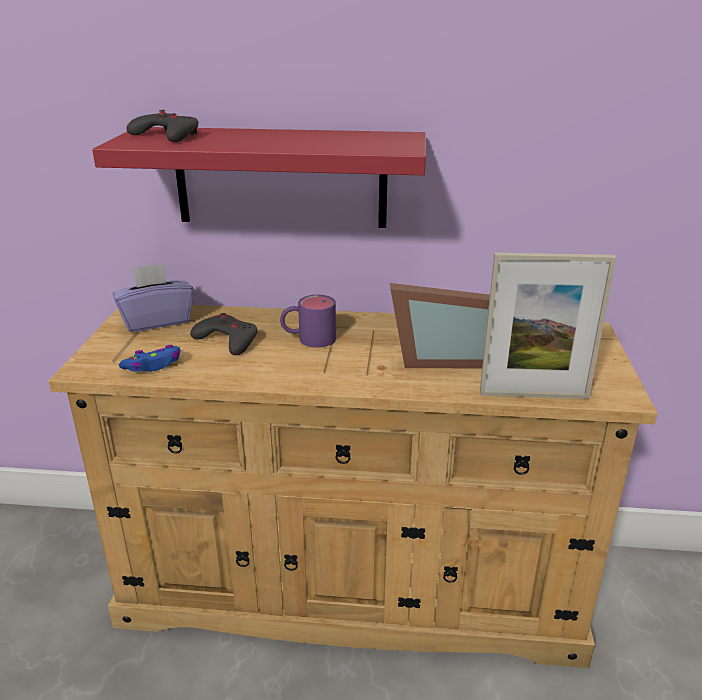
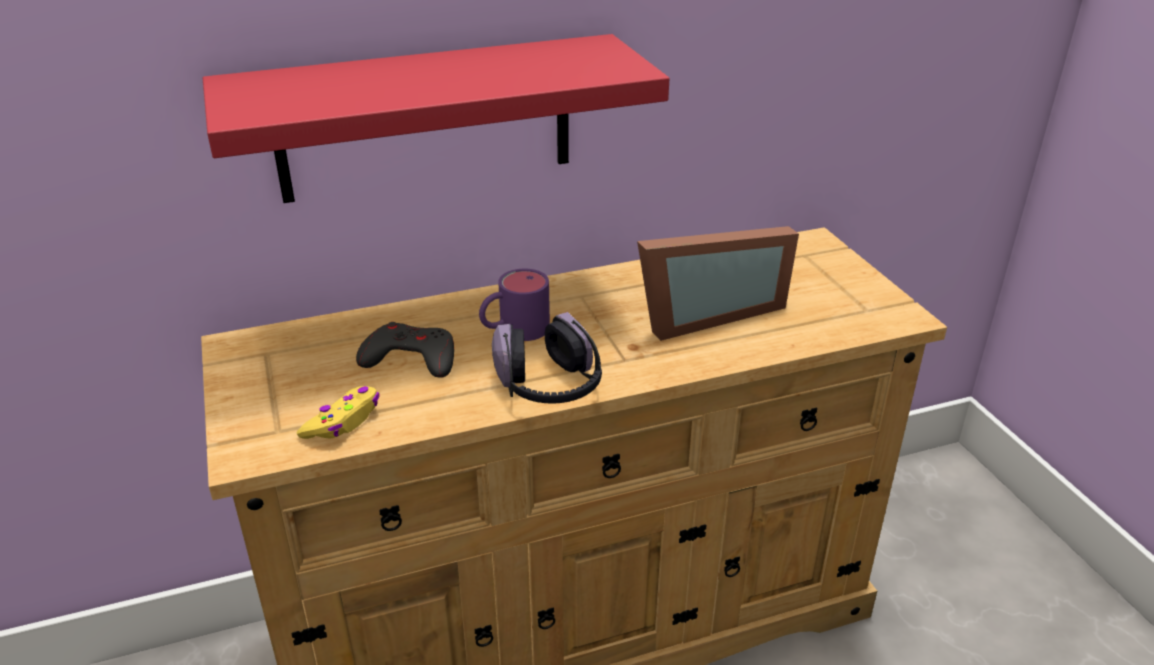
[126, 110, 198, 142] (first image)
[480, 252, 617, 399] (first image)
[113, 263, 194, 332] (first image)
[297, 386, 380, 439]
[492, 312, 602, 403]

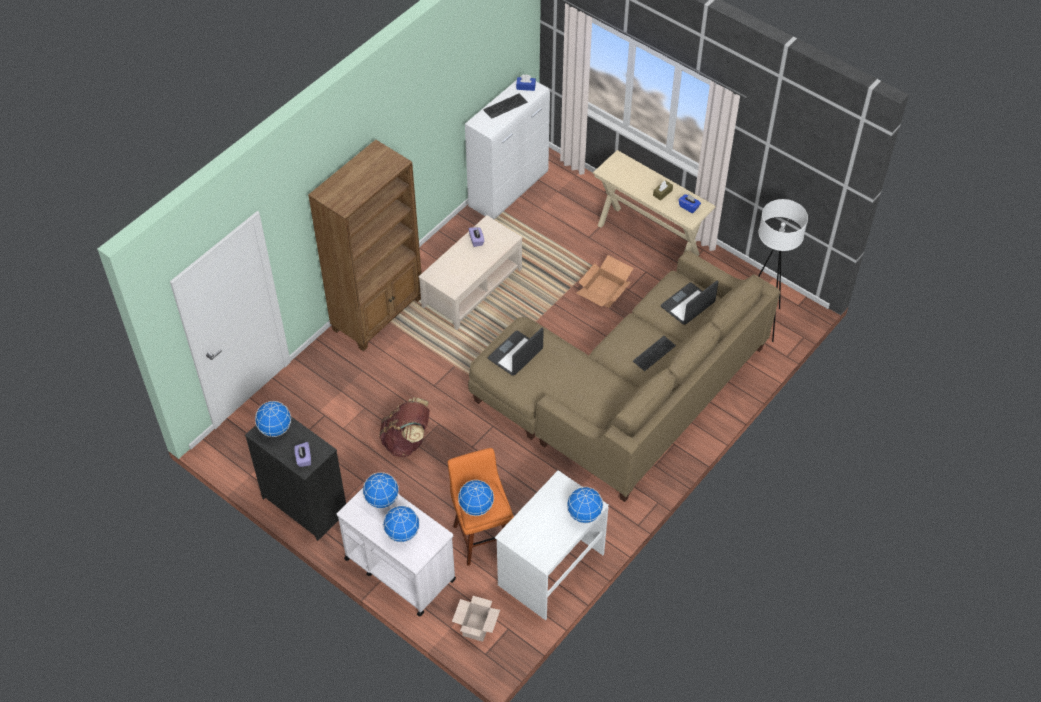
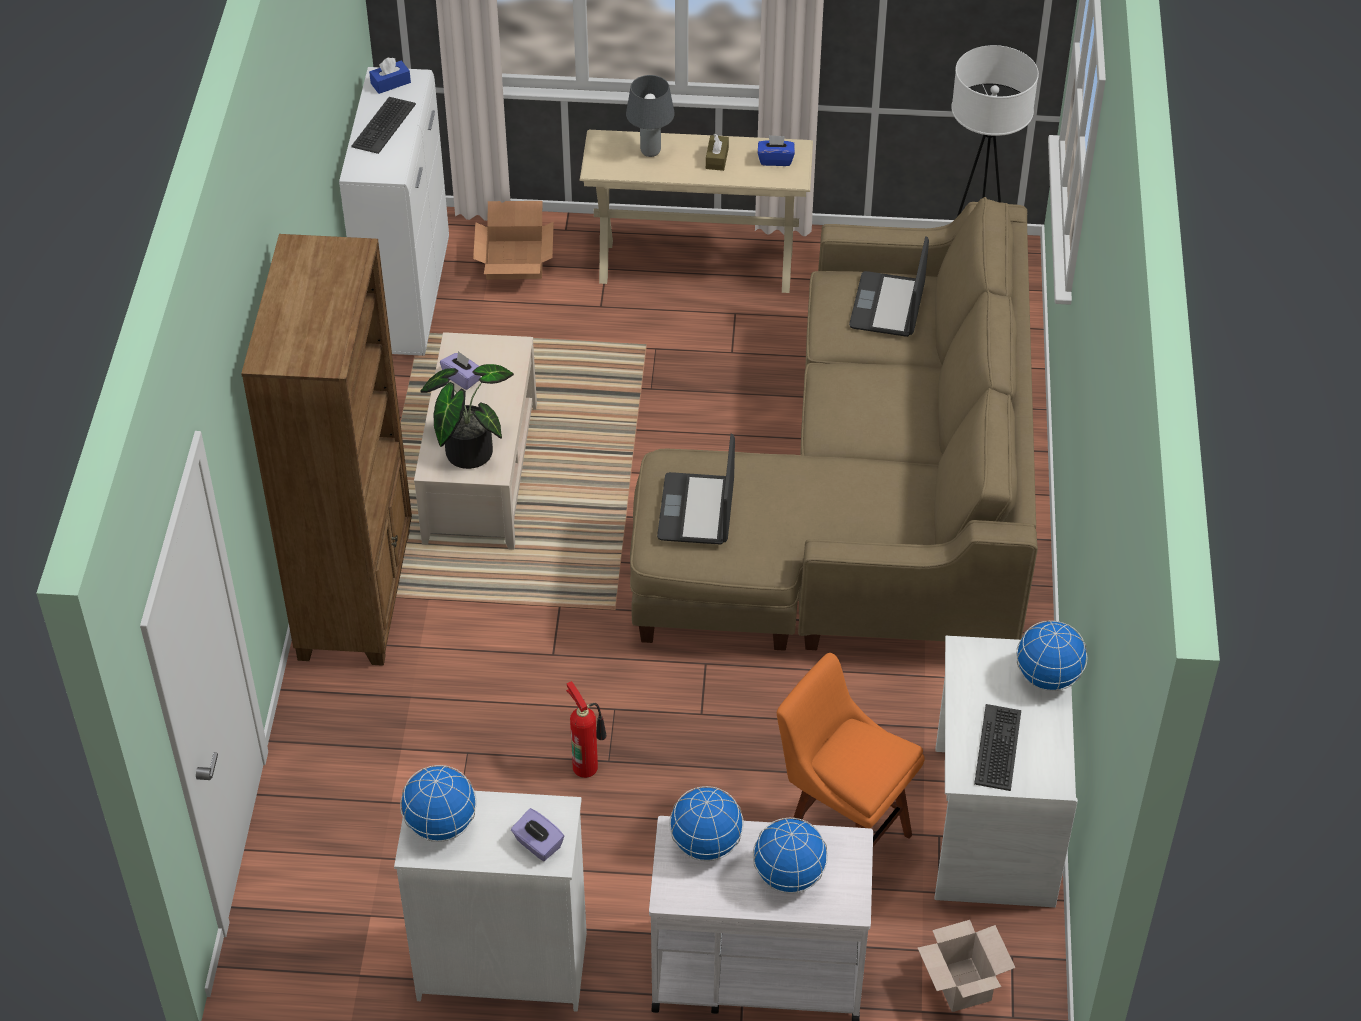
[473, 201, 554, 279]
[974, 704, 1021, 791]
[566, 681, 607, 778]
[394, 791, 587, 1012]
[458, 480, 494, 516] (first image)
[626, 75, 675, 157]
[420, 364, 514, 469]

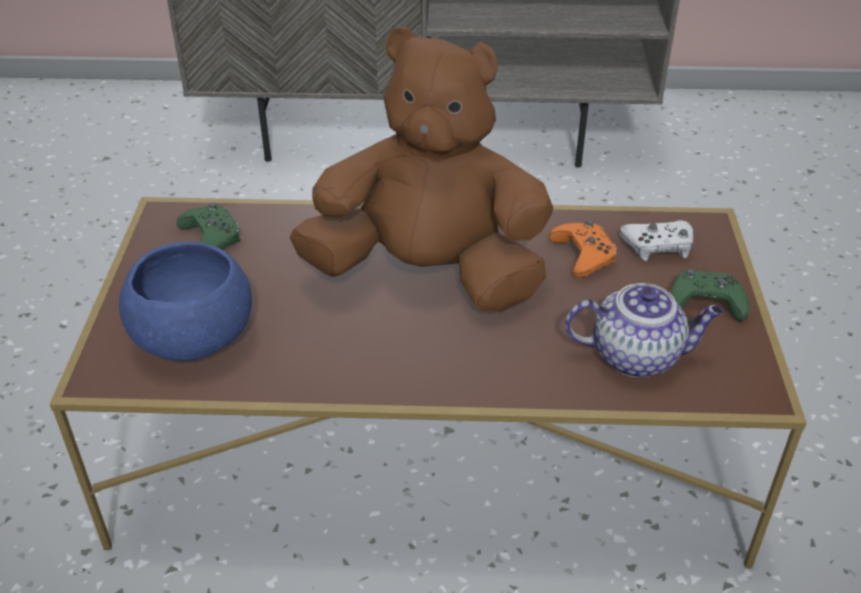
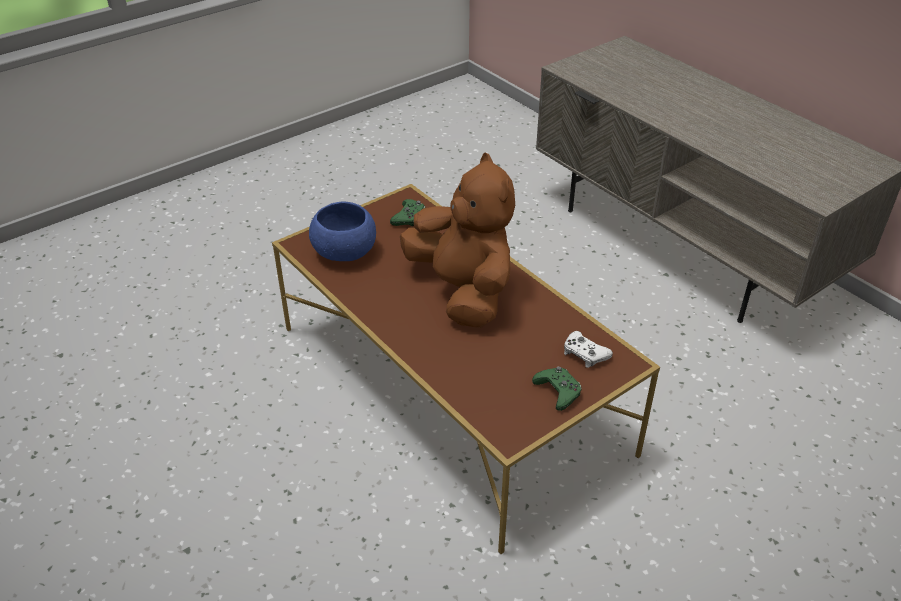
[549, 220, 616, 278] (first image)
[565, 283, 723, 378] (first image)

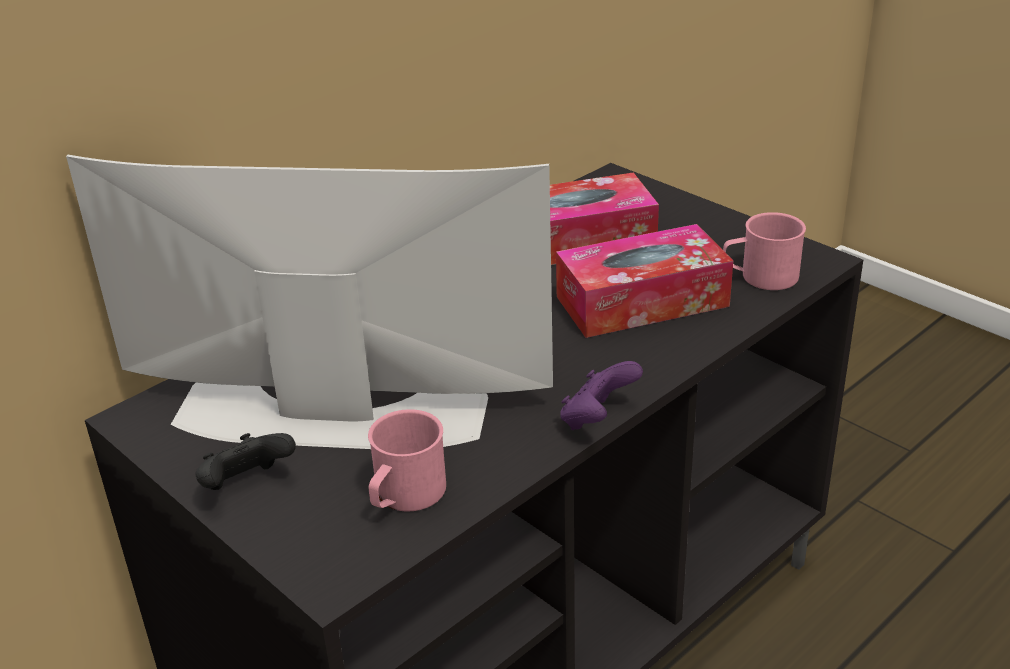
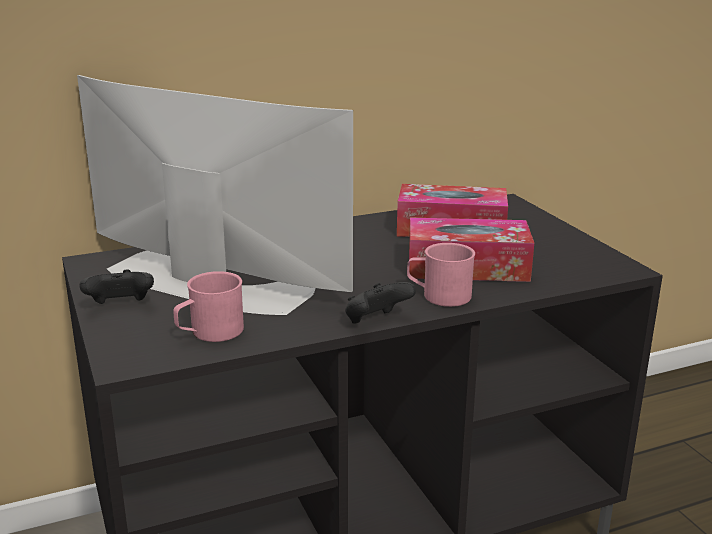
[407, 243, 475, 307]
[345, 282, 416, 324]

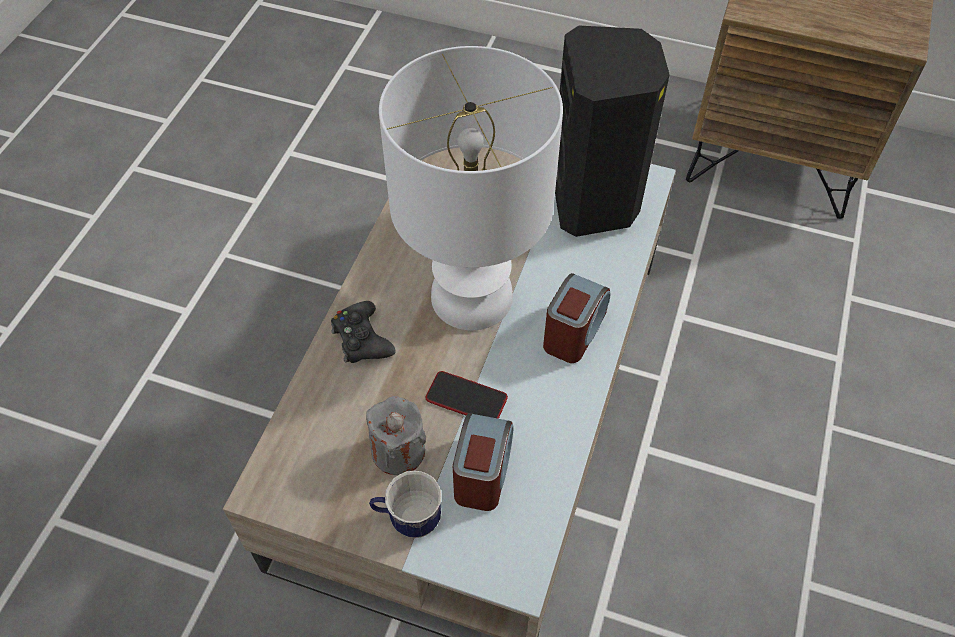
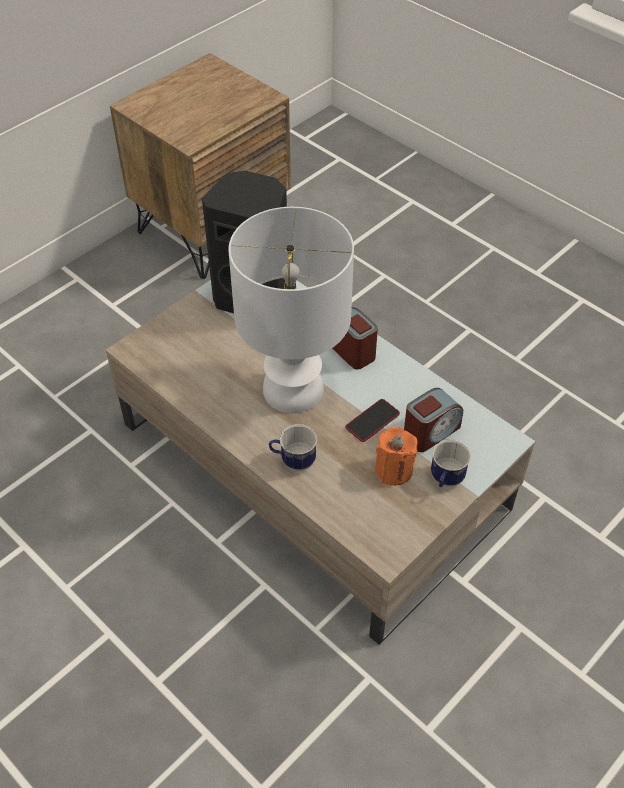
[269, 424, 317, 471]
[375, 426, 417, 486]
[404, 388, 463, 452]

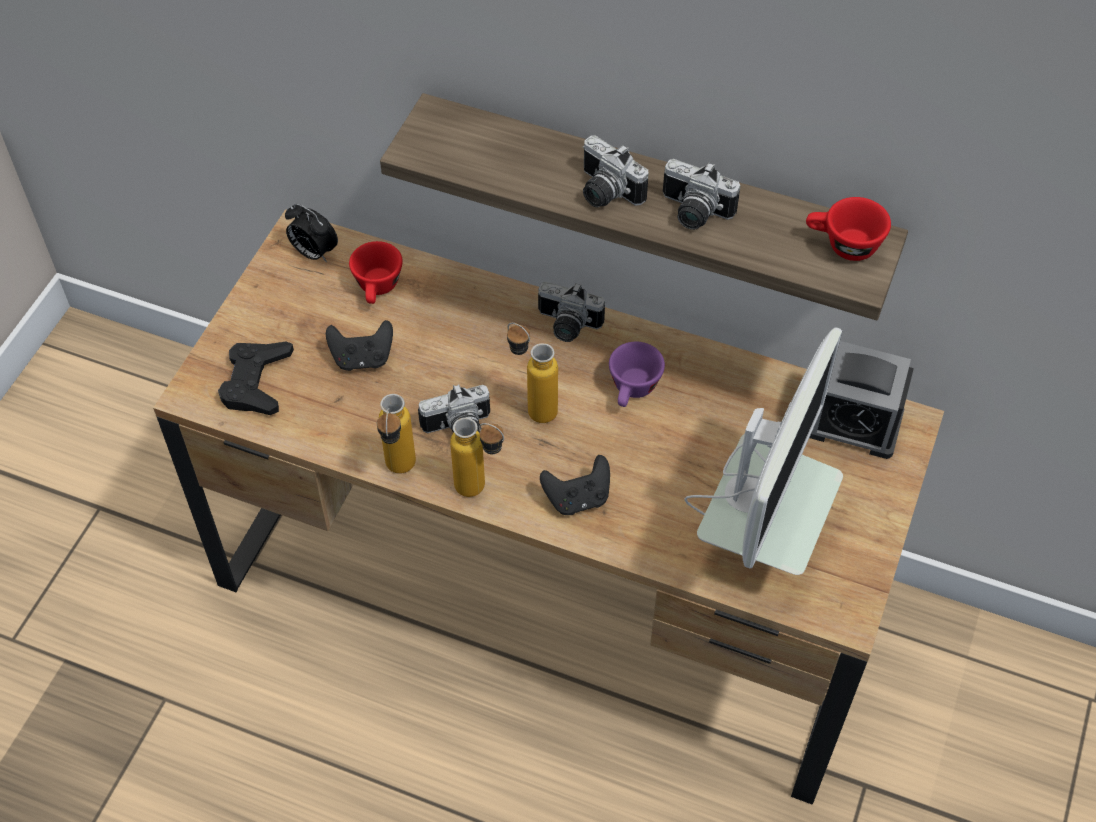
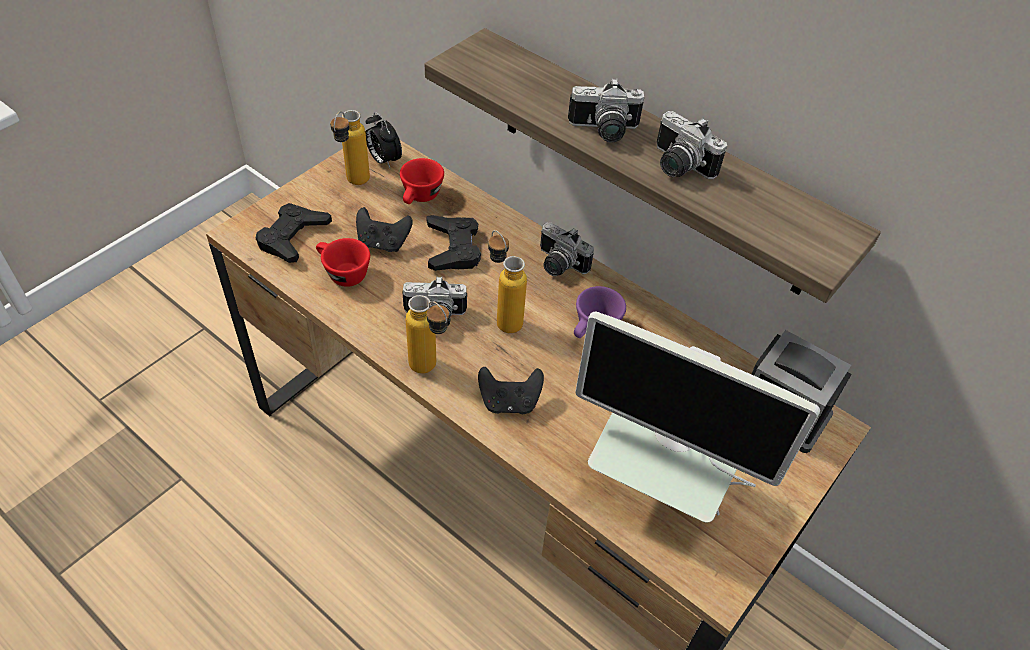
[568, 78, 644, 142]
[316, 238, 370, 287]
[575, 312, 820, 522]
[330, 110, 370, 185]
[426, 215, 481, 271]

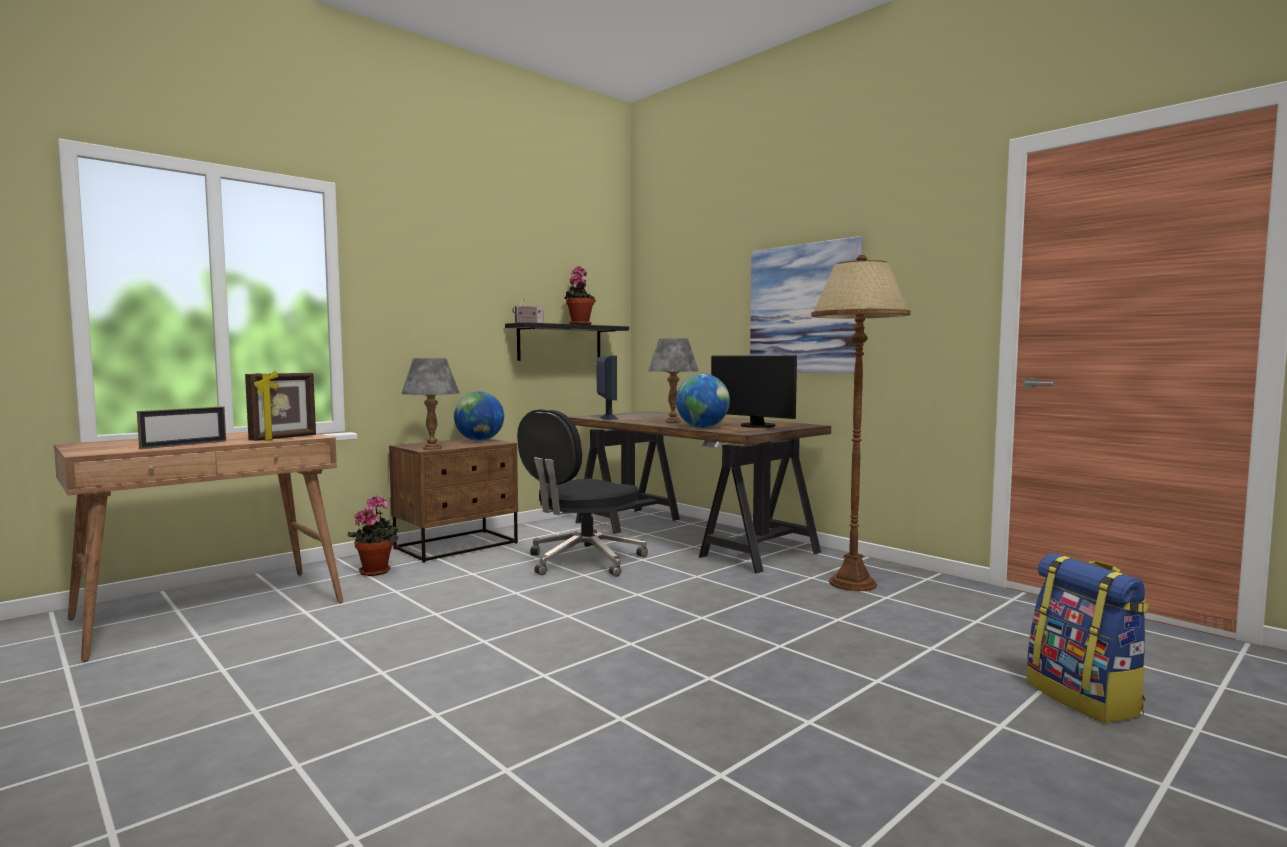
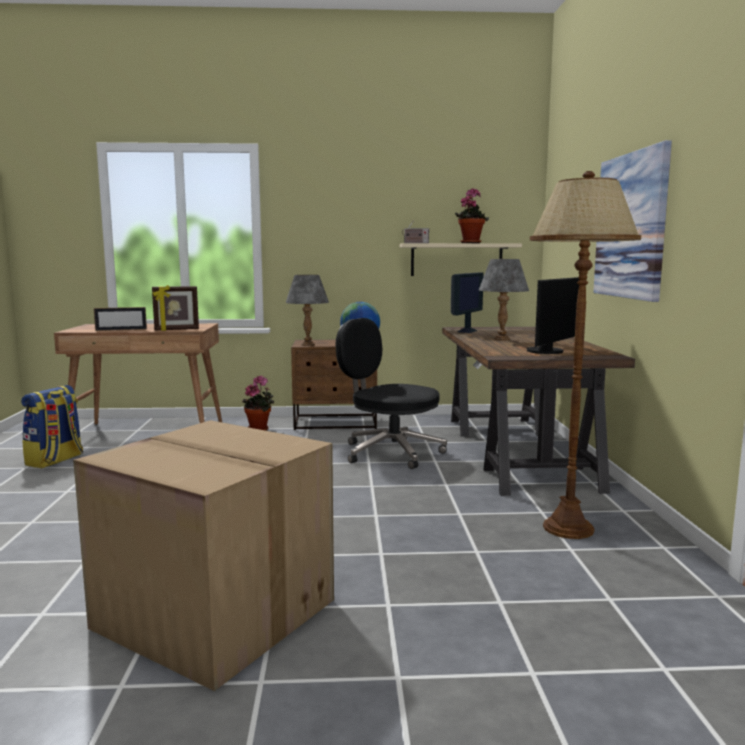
[399, 243, 522, 276]
[526, 277, 579, 354]
[676, 374, 730, 428] (first image)
[335, 318, 447, 469]
[21, 385, 83, 468]
[73, 420, 334, 691]

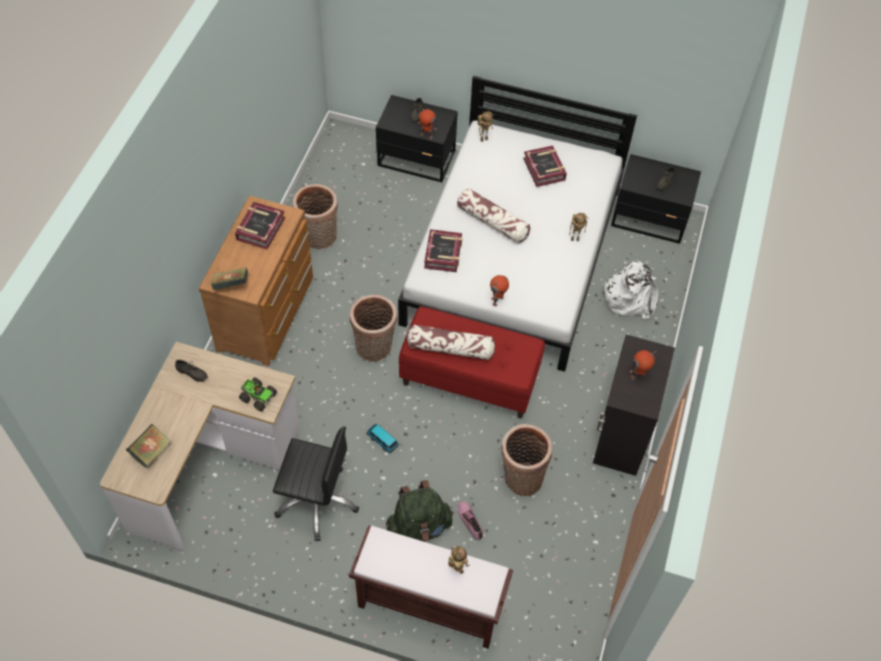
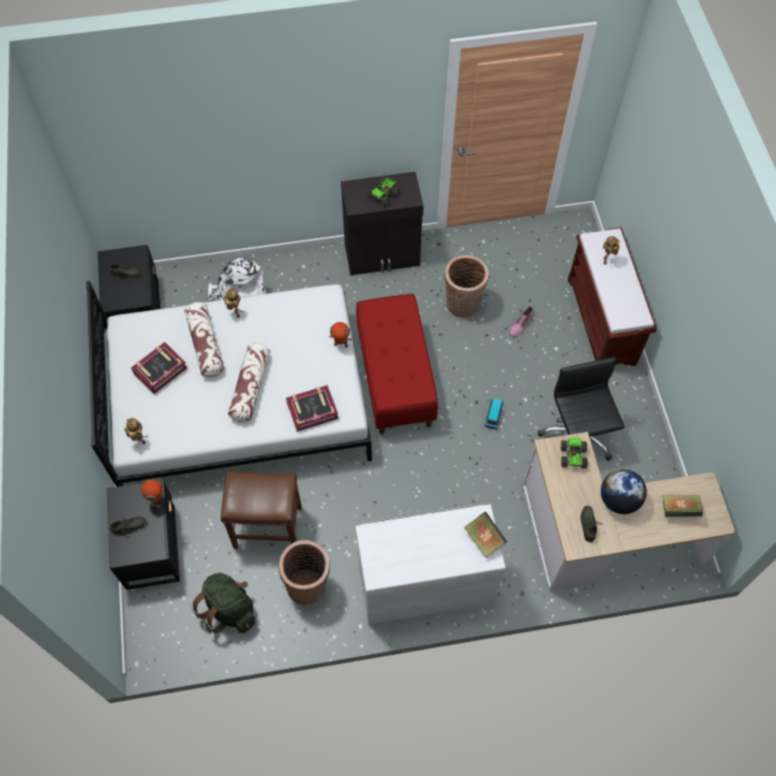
[355, 504, 506, 626]
[235, 202, 285, 250] (first image)
[350, 294, 397, 362] (first image)
[184, 302, 224, 378]
[367, 173, 400, 206]
[192, 573, 255, 634]
[601, 469, 647, 514]
[221, 471, 302, 549]

